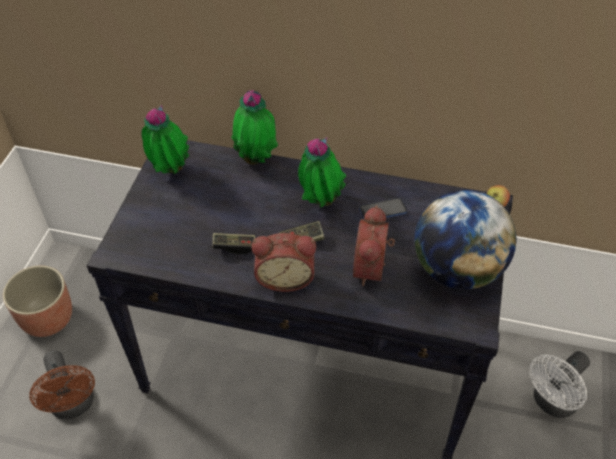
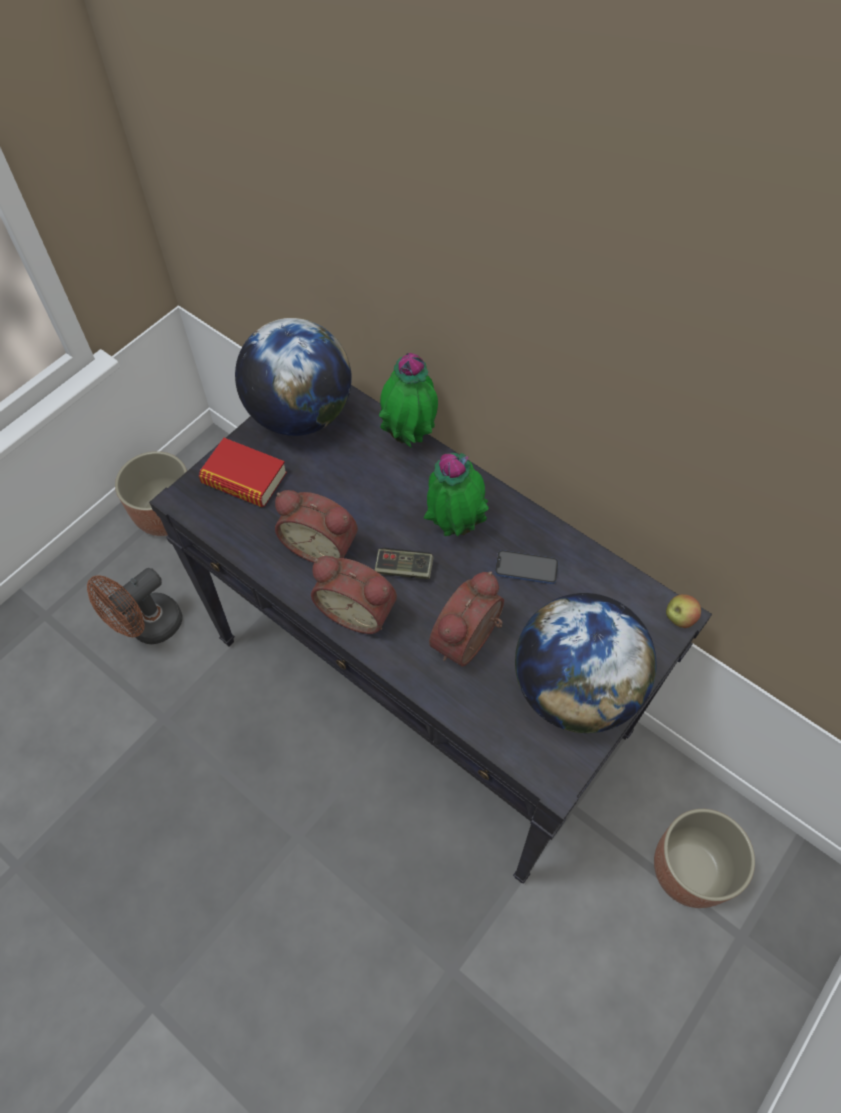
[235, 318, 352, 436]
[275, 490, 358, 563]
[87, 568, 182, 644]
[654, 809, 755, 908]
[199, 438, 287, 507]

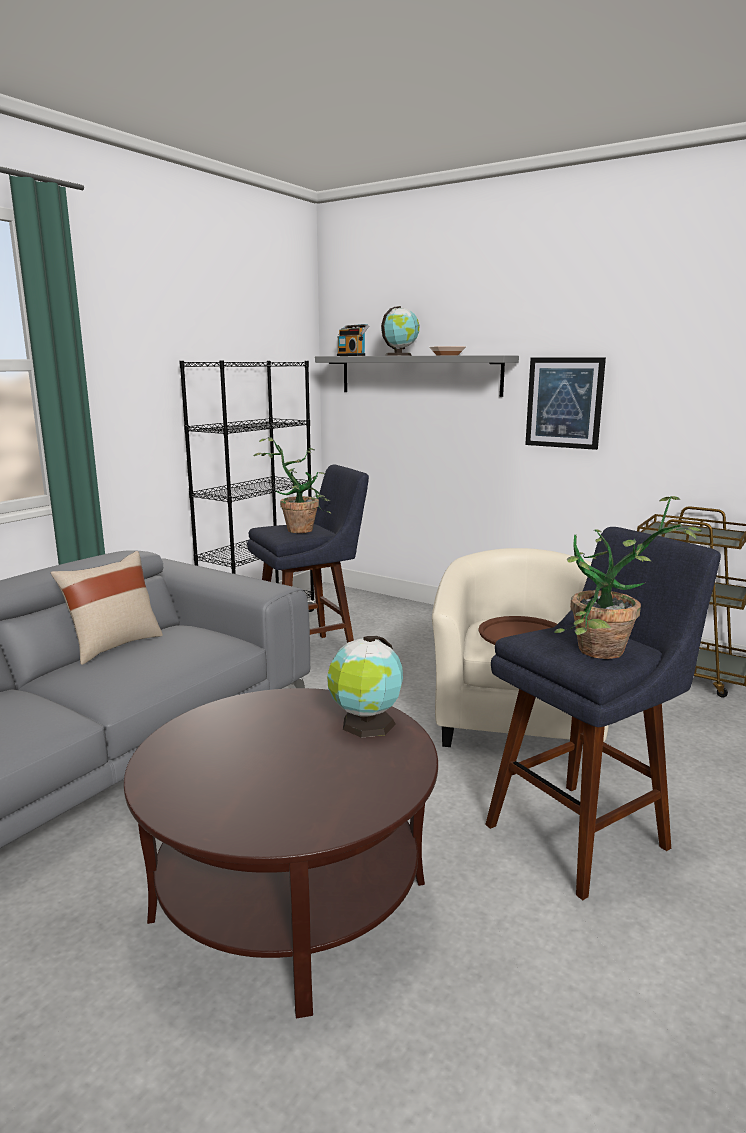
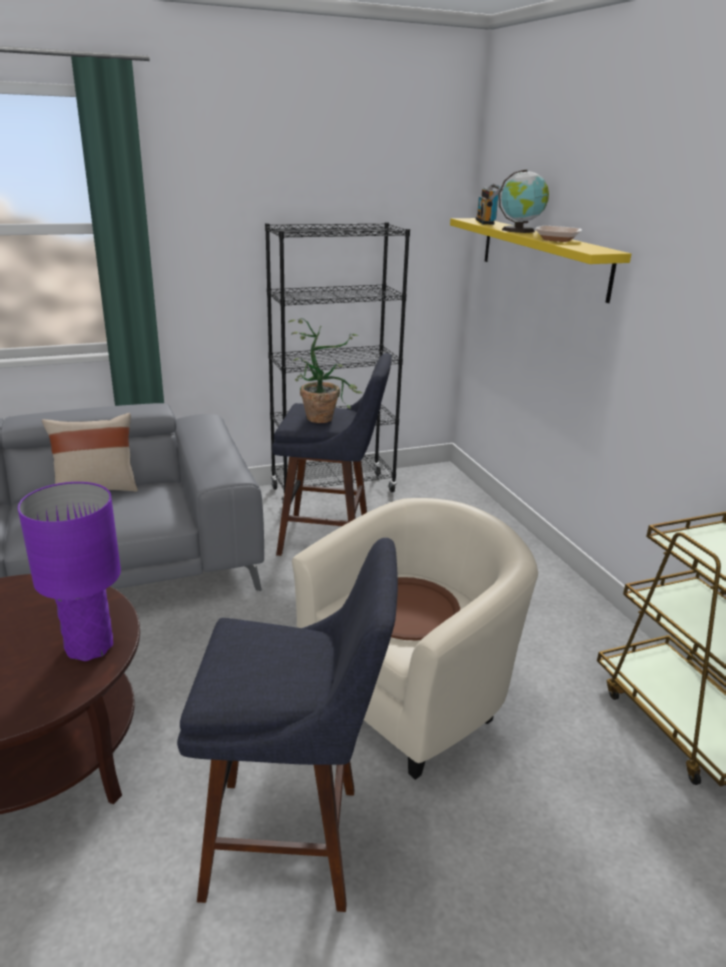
[450, 218, 631, 303]
[525, 357, 606, 450] (first image)
[555, 496, 702, 659] (first image)
[18, 482, 121, 661]

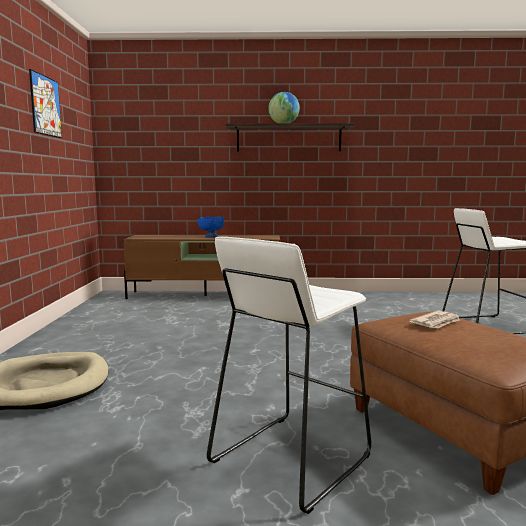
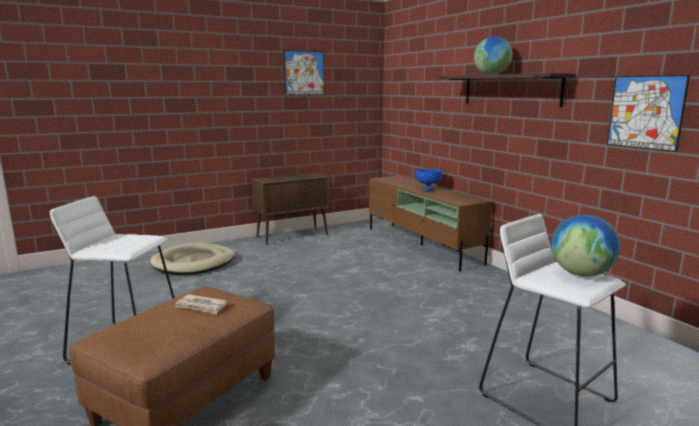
[607, 75, 690, 152]
[252, 173, 330, 245]
[551, 215, 620, 277]

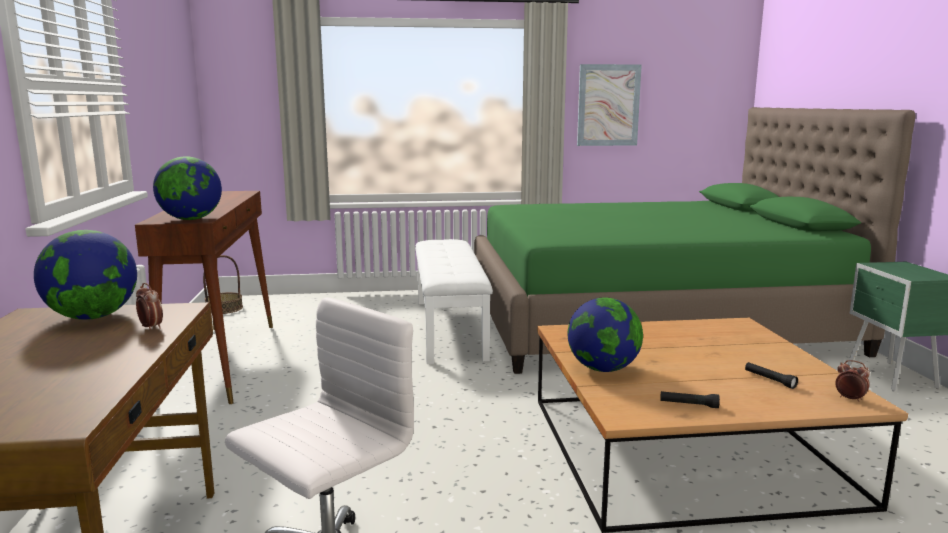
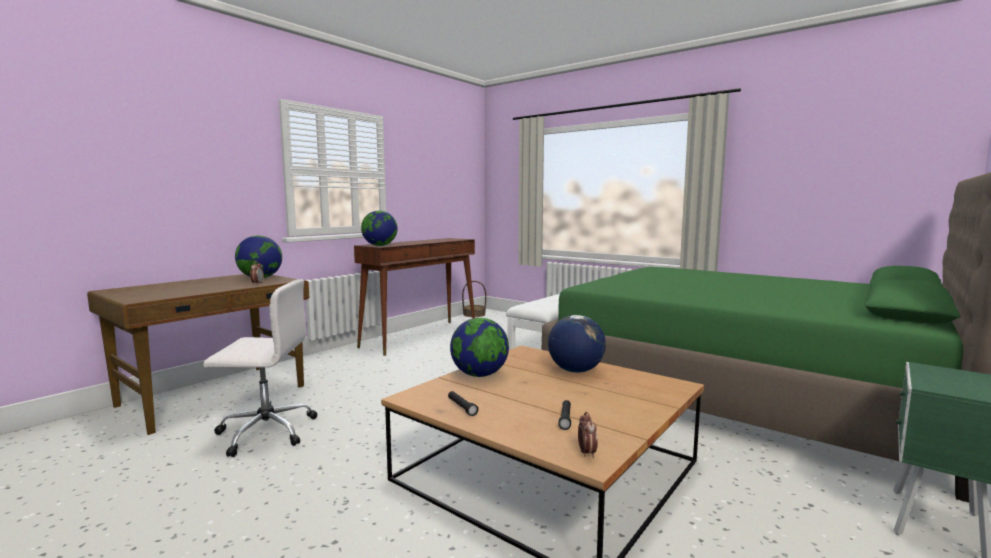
[577, 64, 642, 146] (first image)
[548, 315, 606, 373]

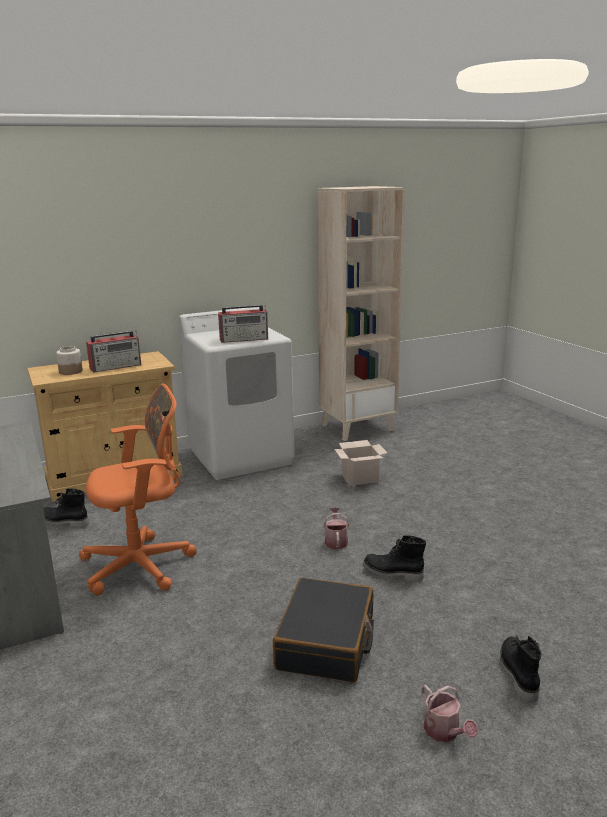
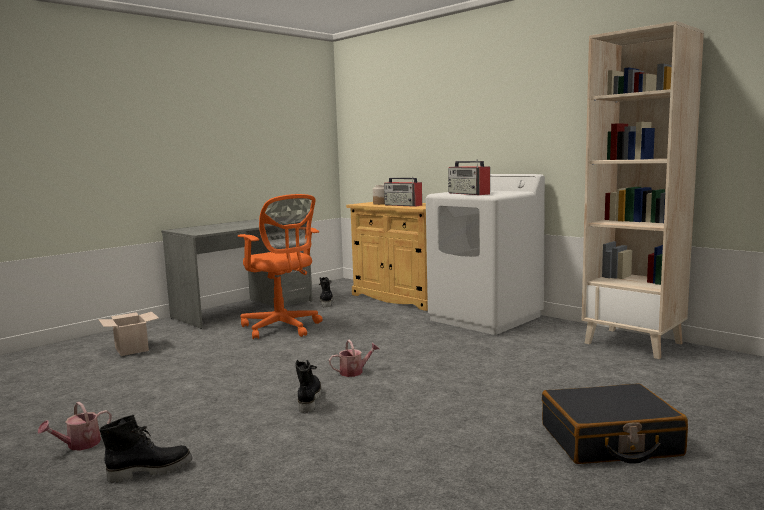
[98, 312, 158, 356]
[542, 384, 688, 464]

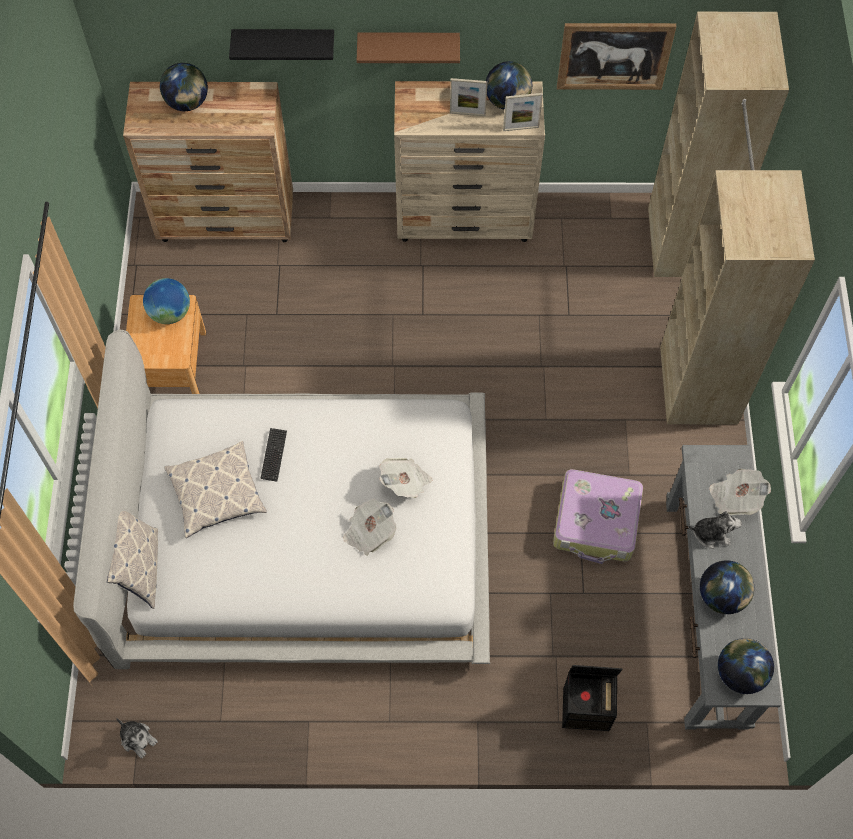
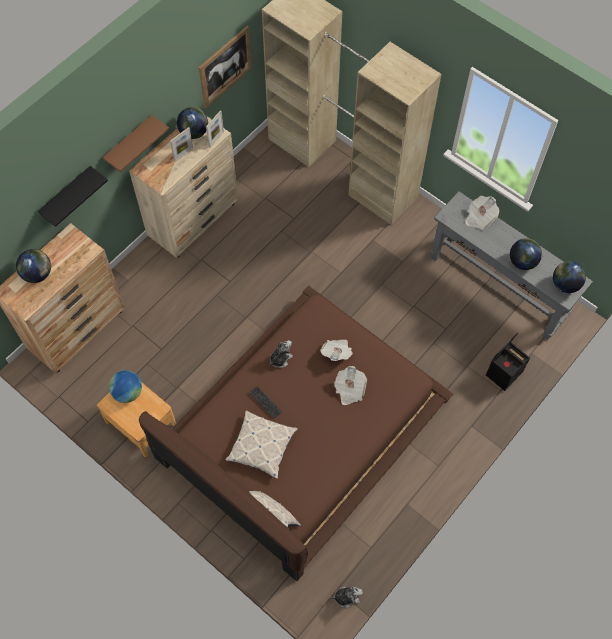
[139, 286, 454, 581]
[553, 469, 643, 564] (first image)
[269, 340, 293, 368]

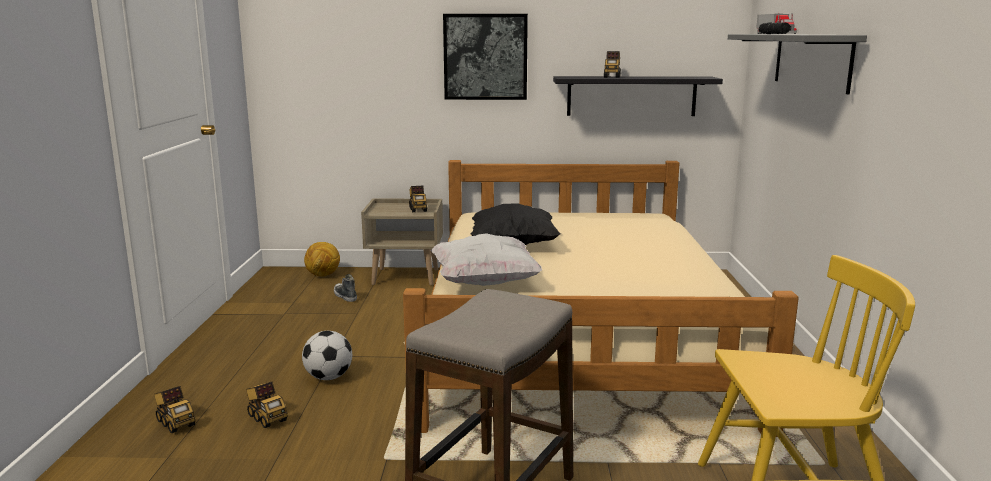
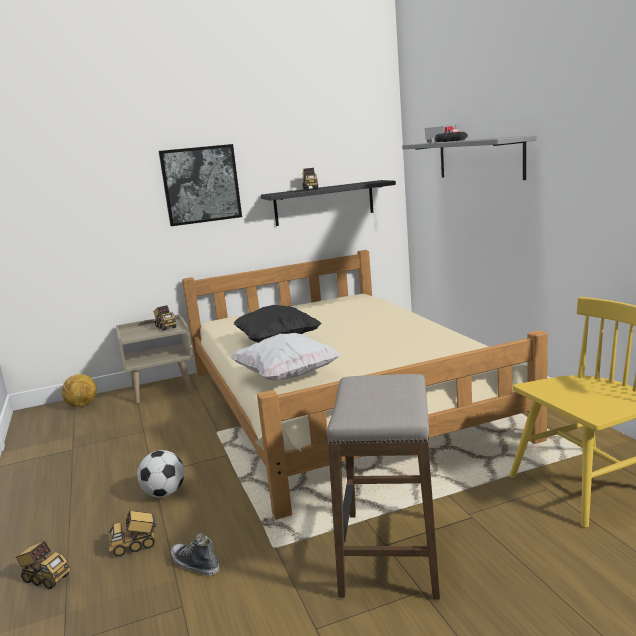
[171, 533, 219, 576]
[108, 511, 157, 557]

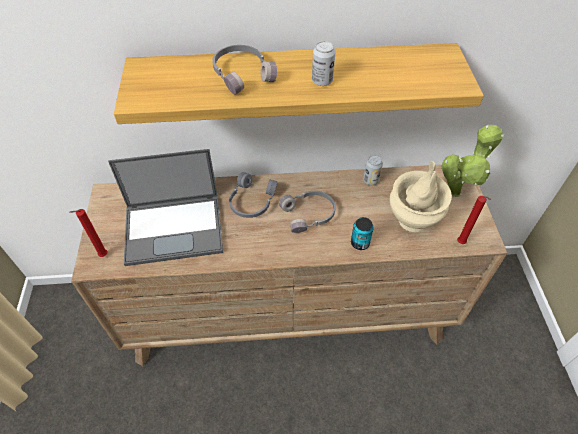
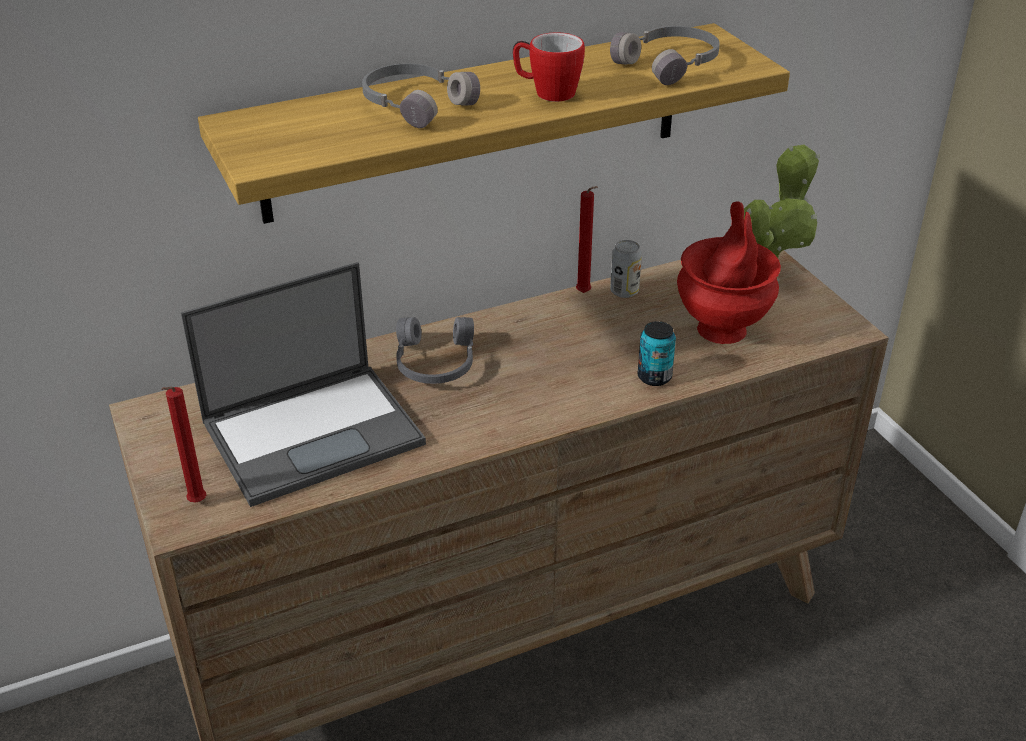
[513, 33, 585, 102]
[677, 202, 781, 344]
[610, 26, 720, 85]
[576, 186, 598, 293]

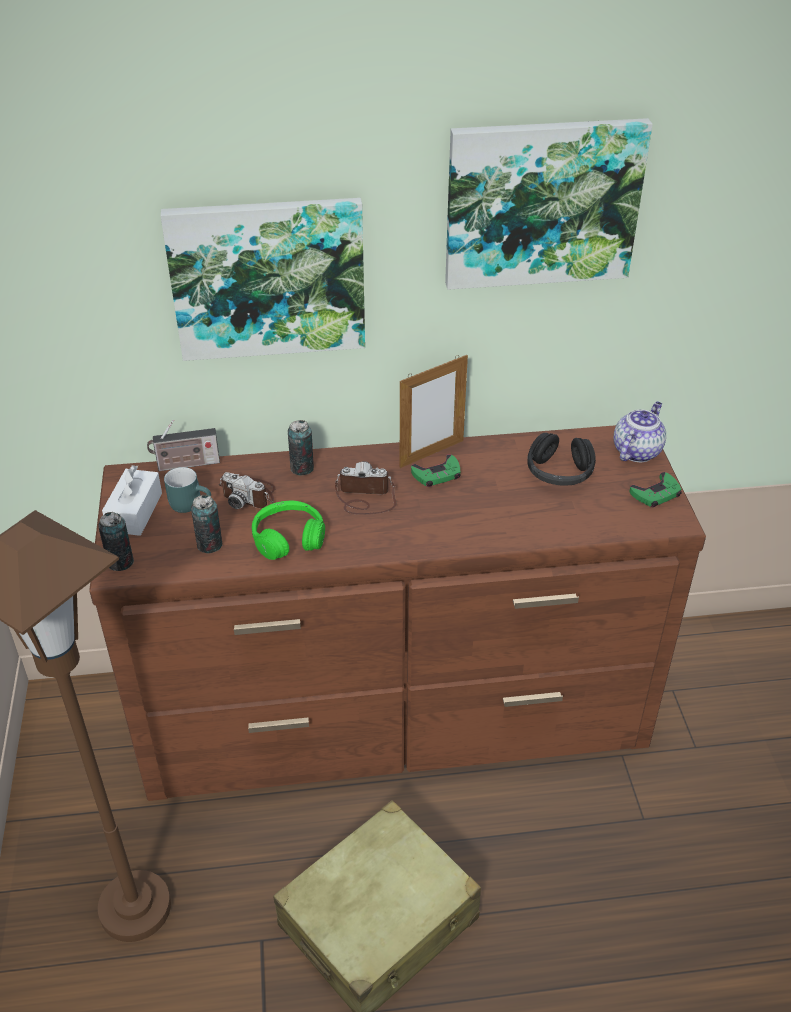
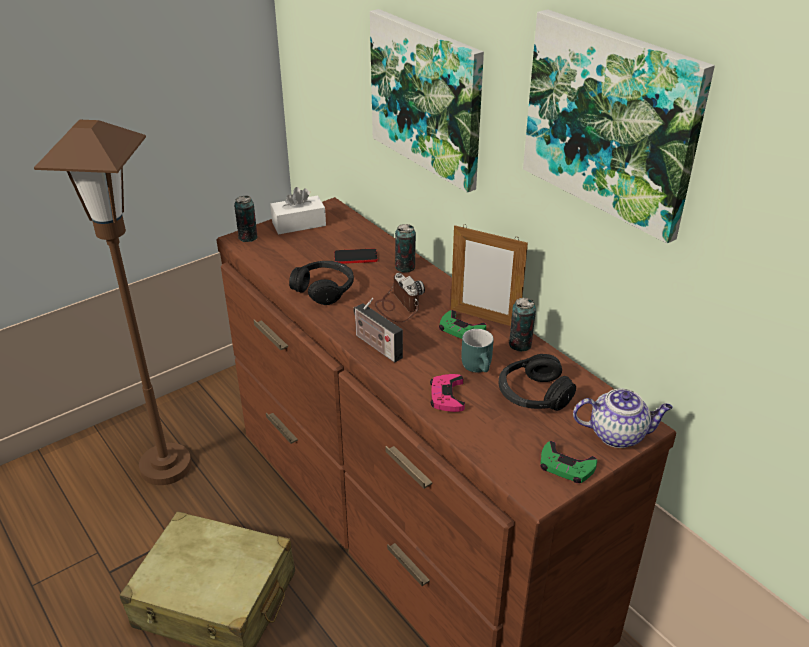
[353, 298, 403, 362]
[461, 329, 494, 372]
[334, 249, 378, 264]
[509, 298, 536, 352]
[289, 261, 354, 305]
[430, 374, 465, 412]

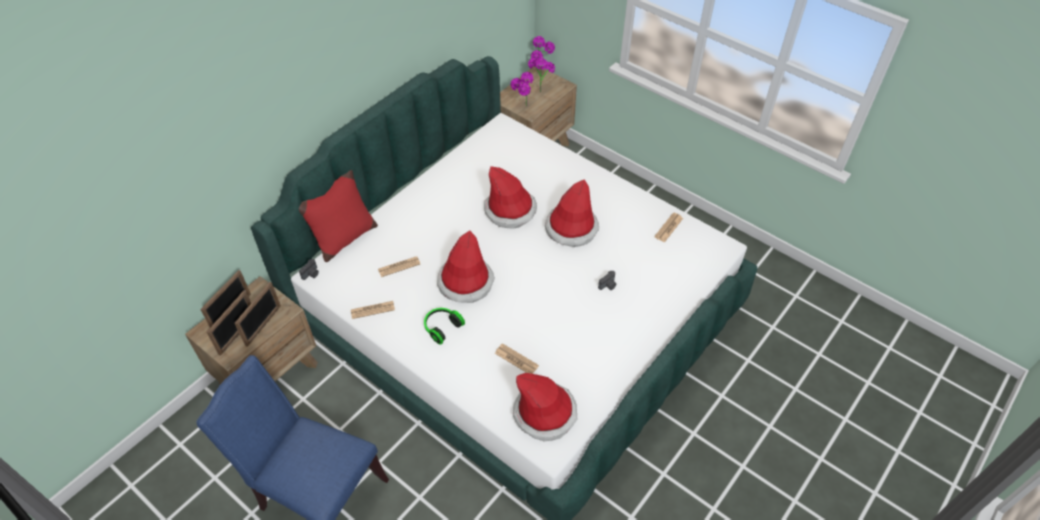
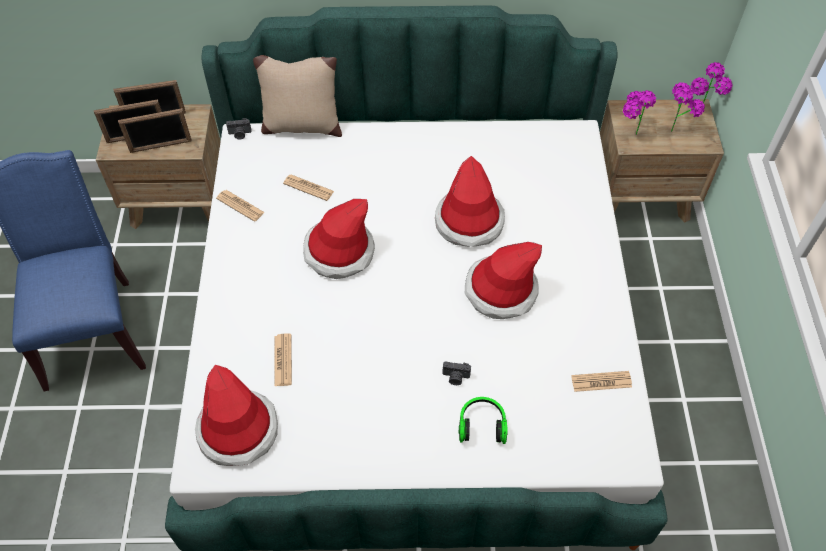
[253, 55, 342, 137]
[459, 397, 508, 444]

